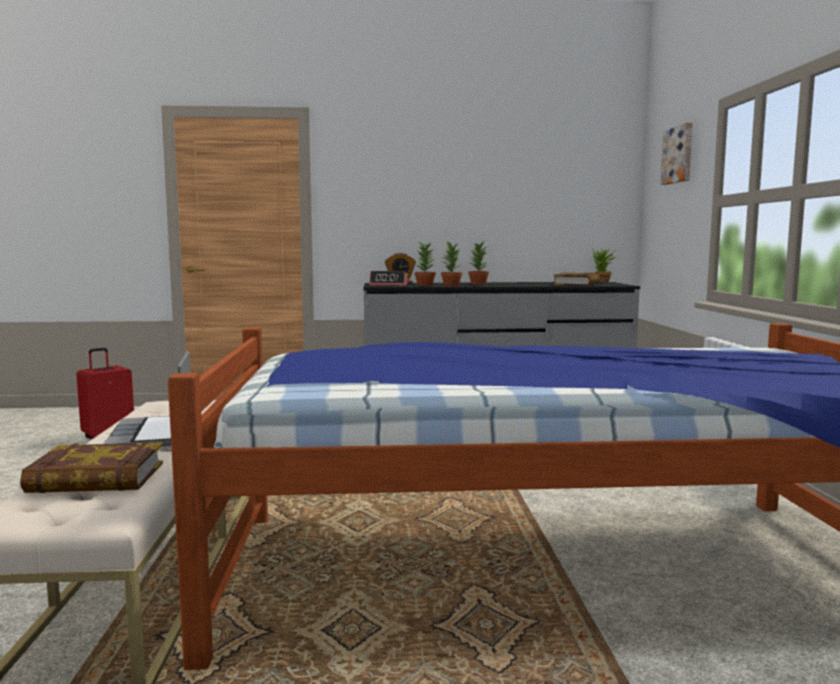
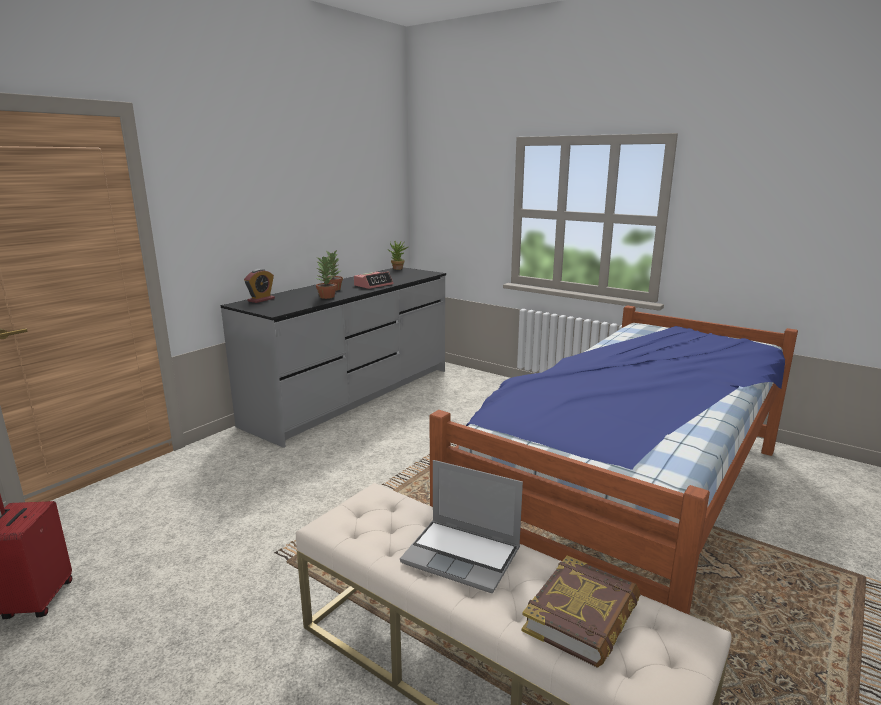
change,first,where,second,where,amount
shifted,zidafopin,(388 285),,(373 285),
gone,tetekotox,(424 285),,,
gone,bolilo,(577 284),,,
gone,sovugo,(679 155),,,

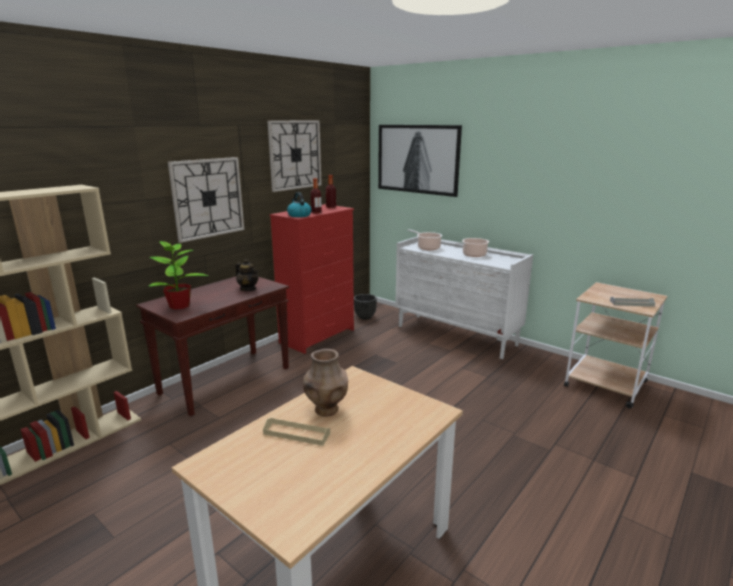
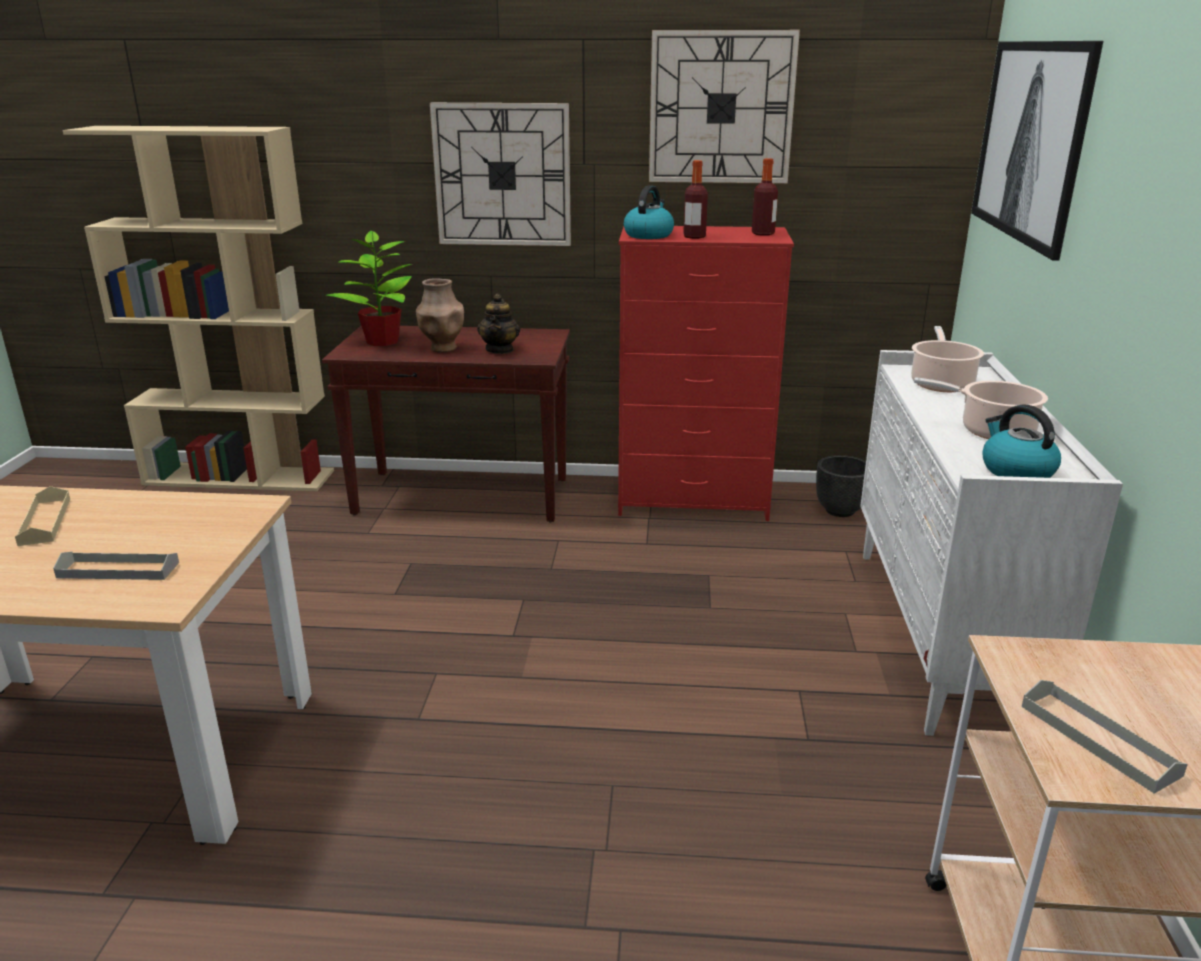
change,first,where,second,where,amount
new,,,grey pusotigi,(118 570),
shifted,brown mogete,(326 410),,(442 349),
new,,,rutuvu,(1016 470),

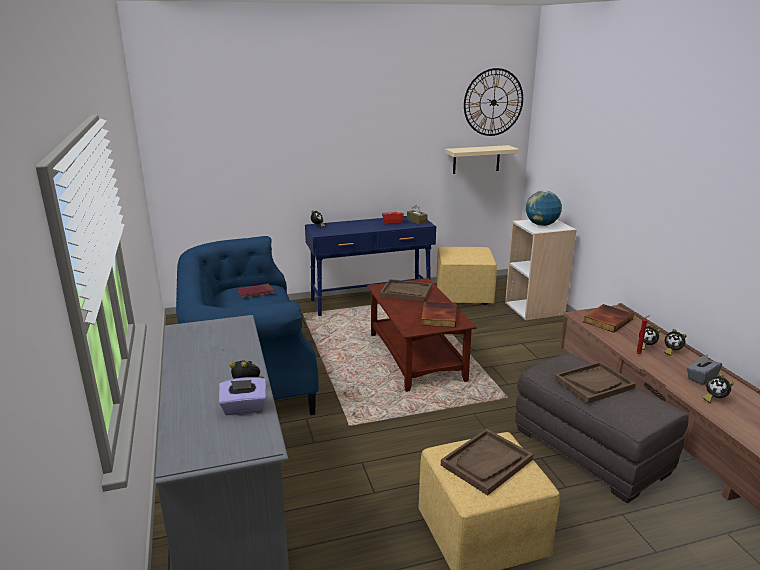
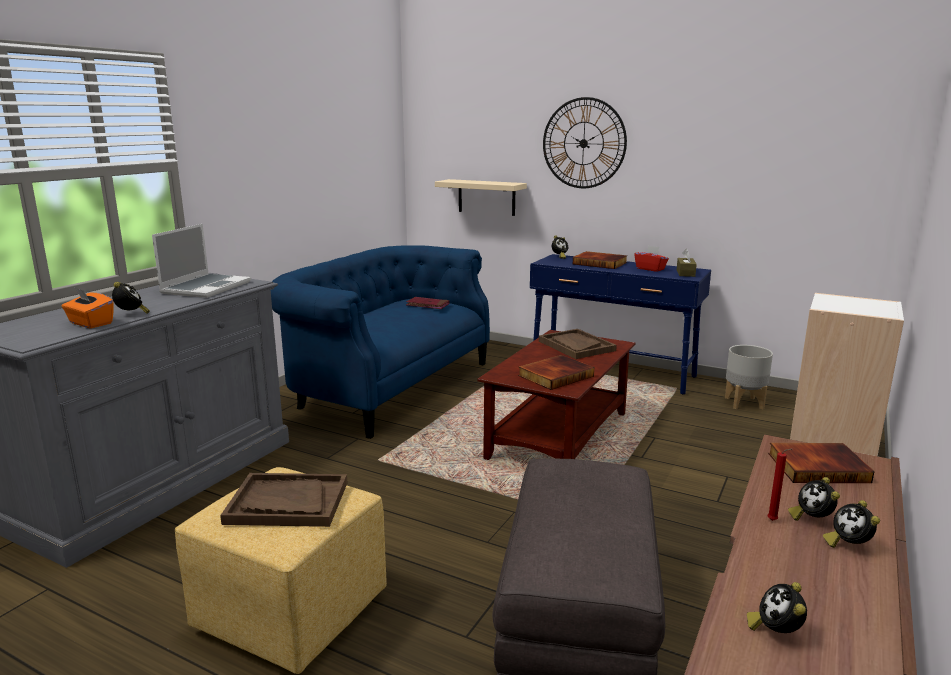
change,first,where,second,where,amount
repainted,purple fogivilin,(244 408),orange fogivilin,(90 323),
new,,,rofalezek,(206 287),
shifted,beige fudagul,(476 159),,(486 197),
shifted,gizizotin,(493 102),,(583 143),
new,,,bolilo,(600 263),
swapped,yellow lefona,(464 296),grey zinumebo,(744 403),
gone,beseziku,(541 225),,,
gone,brown pusotigi,(594 383),,,
gone,grey fogivilin,(701 378),,,

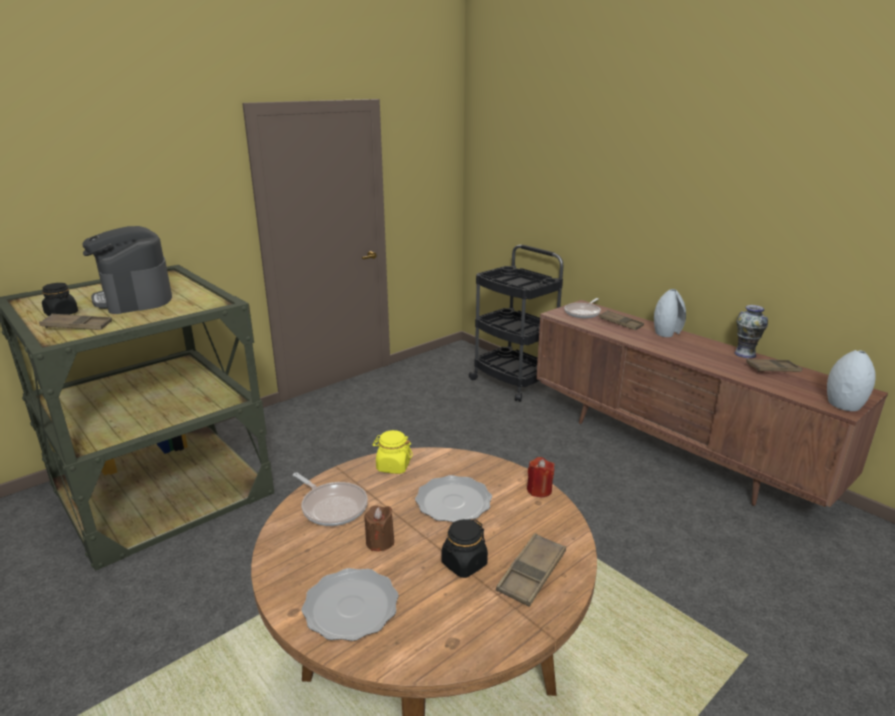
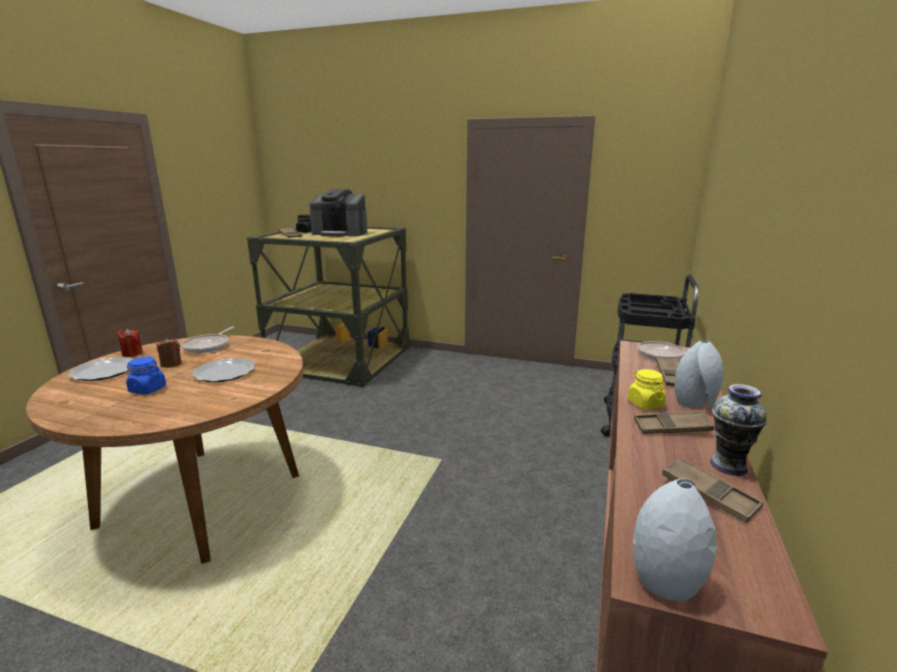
change,first,where,second,where,amount
shifted,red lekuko,(539 490),,(132 353),
repainted,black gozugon,(464 564),blue gozugon,(147 389),
rotated,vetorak,(134 298),,(340 233),105 degrees counterclockwise
shifted,yellow gozugon,(393 466),,(645 403),
shifted,brown pusotigi,(531 574),,(671 428),

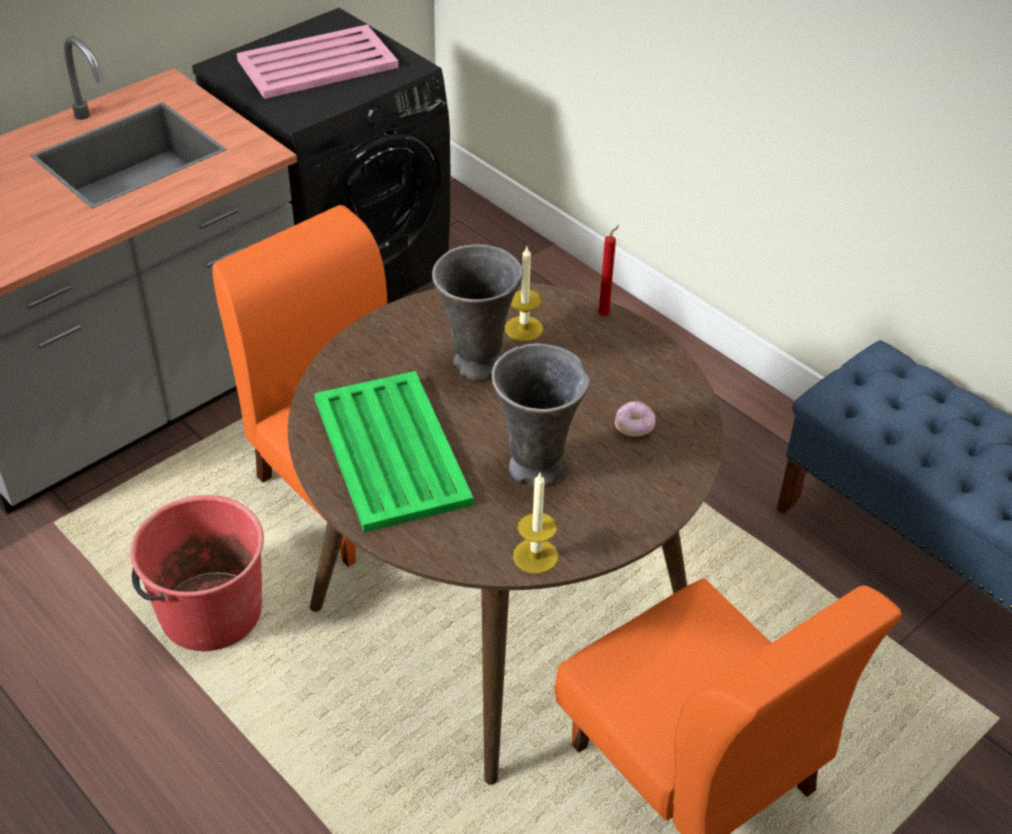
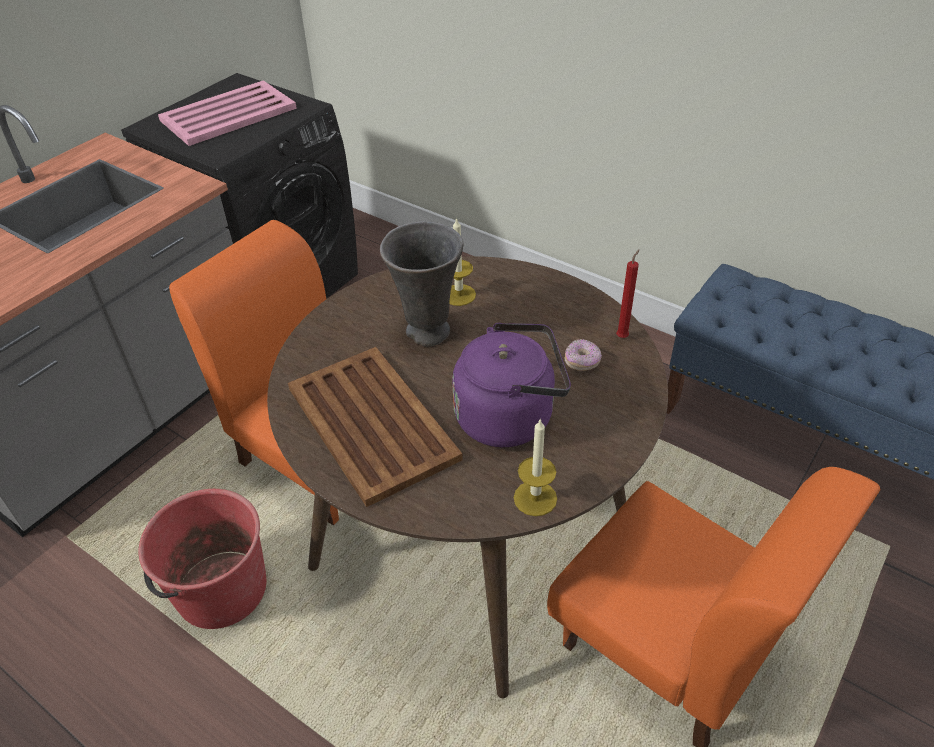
change,first,where,second,where,amount
repainted,green pusotigi,(391 449),brown pusotigi,(371 422),
swapped,grey mogete,(536 470),purple rutuvu,(510 416),
shifted,red lekuko,(605 315),,(623 336),

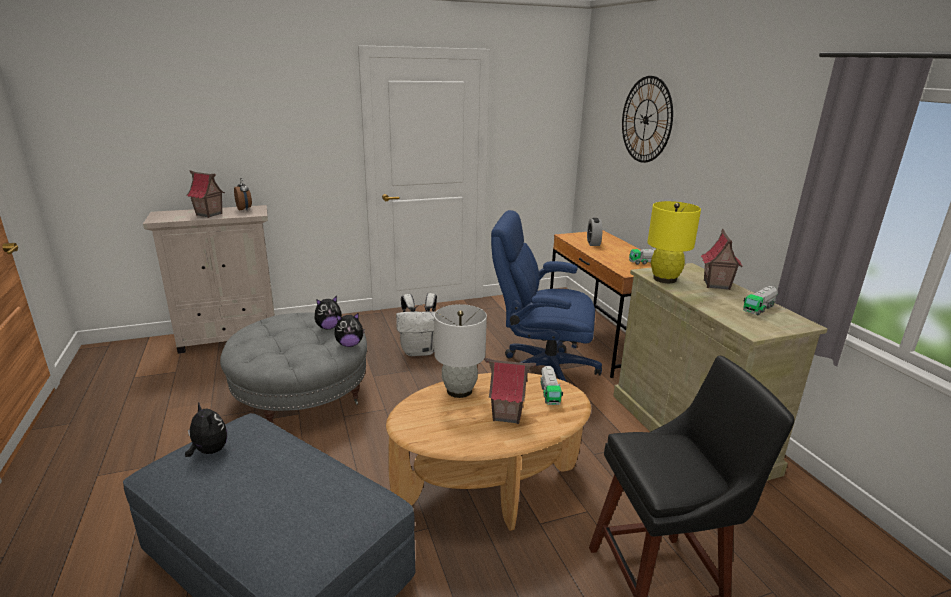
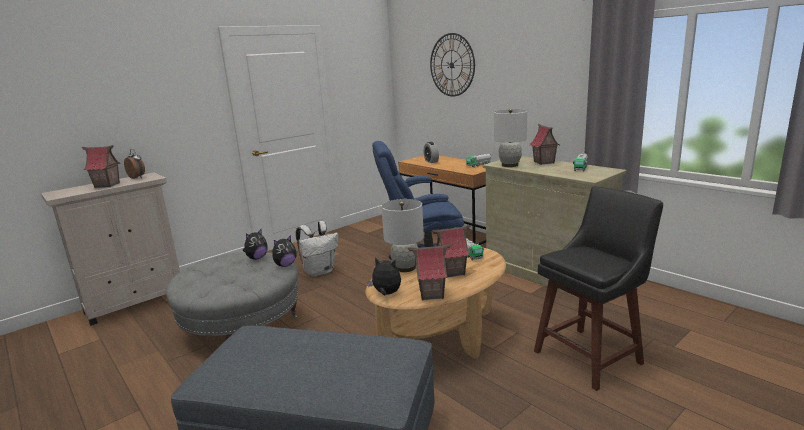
change,first,where,second,where,amount
shifted,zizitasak,(209 451),,(386 294),
new,,,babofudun,(431 294),
repainted,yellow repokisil,(664 279),white repokisil,(510 165),

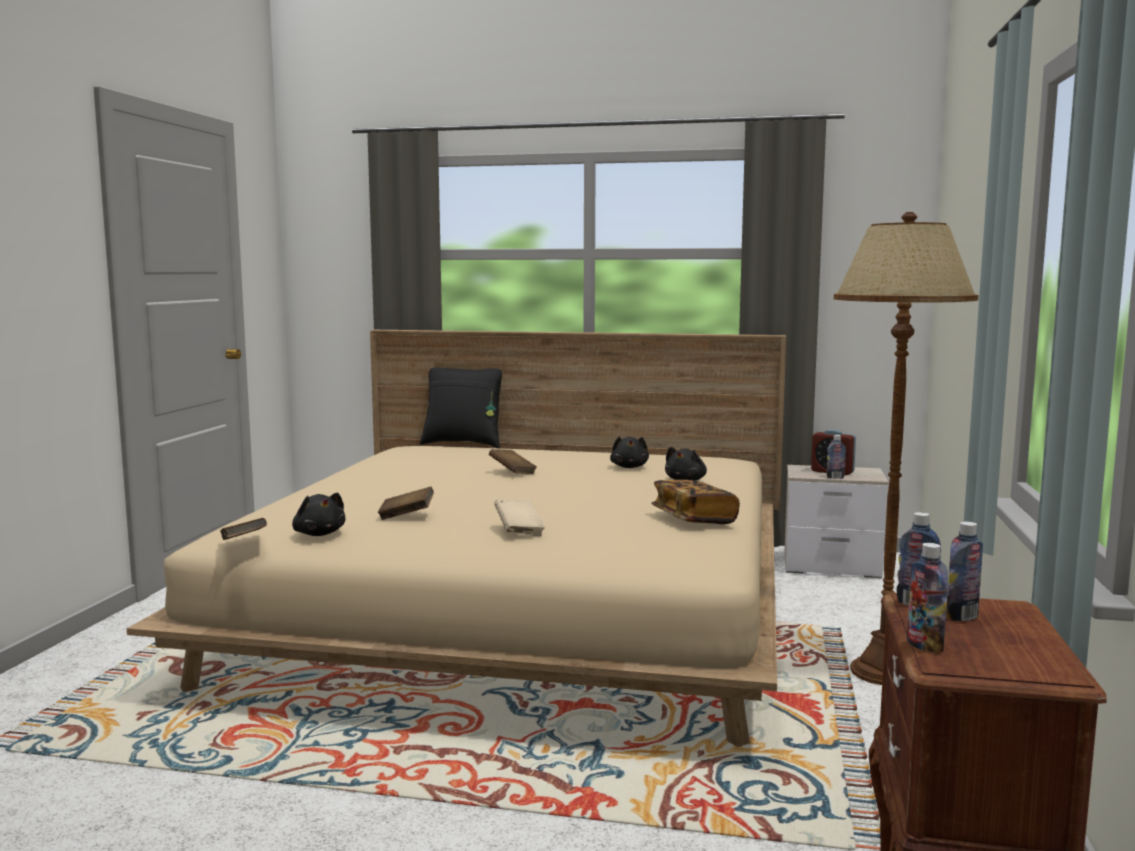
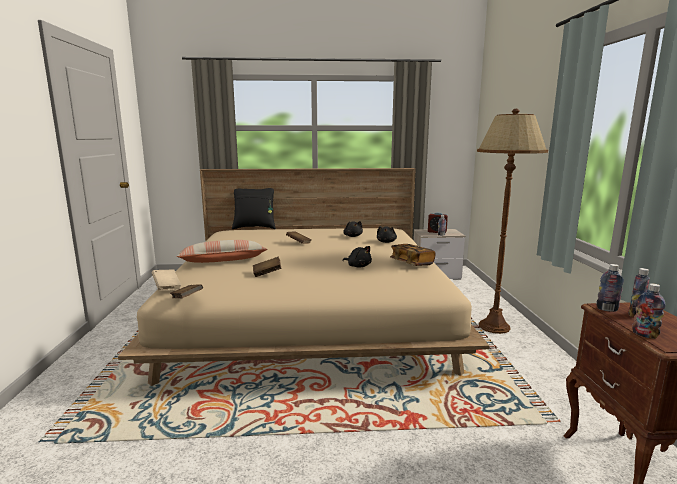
change,first,where,second,where,amount
shifted,beige bolilo,(519 531),,(167 287),
new,,,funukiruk,(223 261),
shifted,black zizitasak,(319 534),,(358 266),

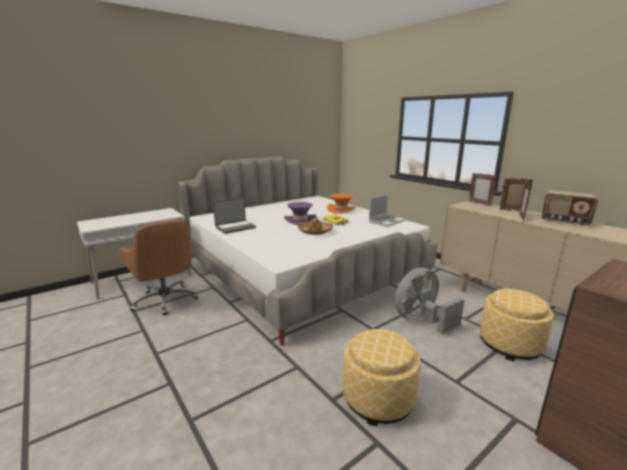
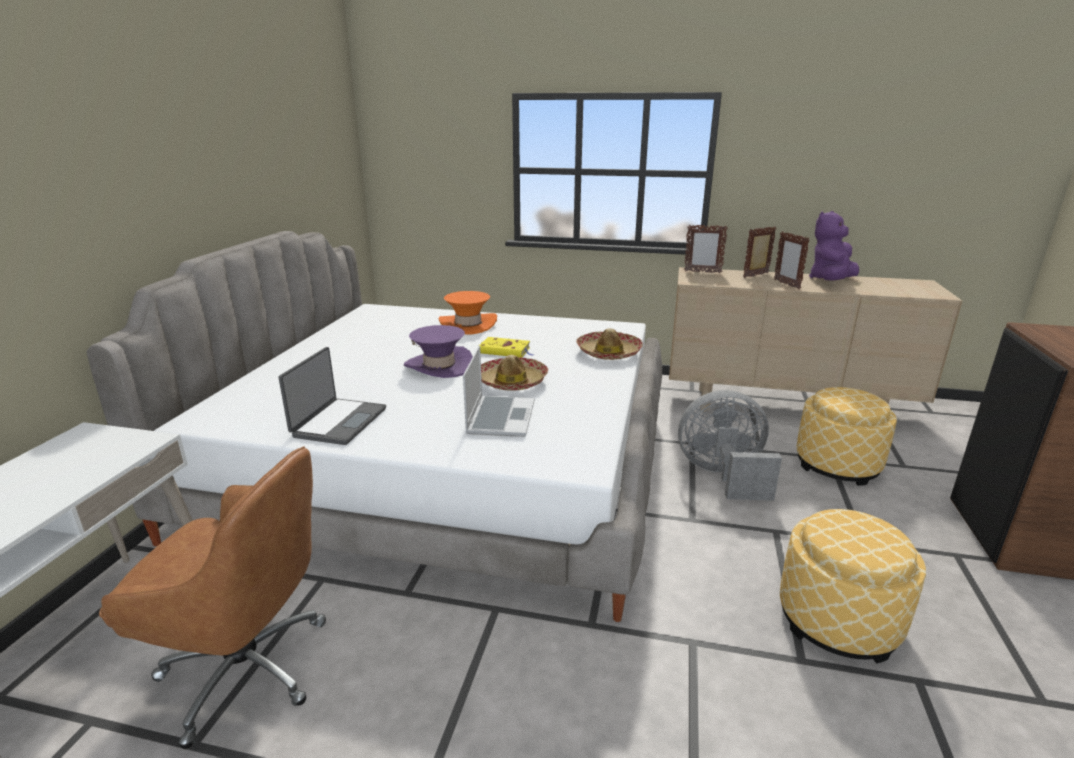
change,first,where,second,where,amount
shifted,rofalezek,(386 221),,(500 417),
new,,,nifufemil,(608 353),
rotated,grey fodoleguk,(421 320),,(723 476),75 degrees clockwise
swapped,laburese,(564 221),purple zizitasak,(831 281),

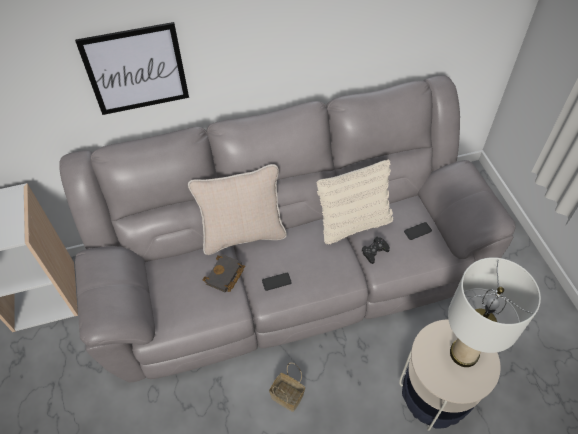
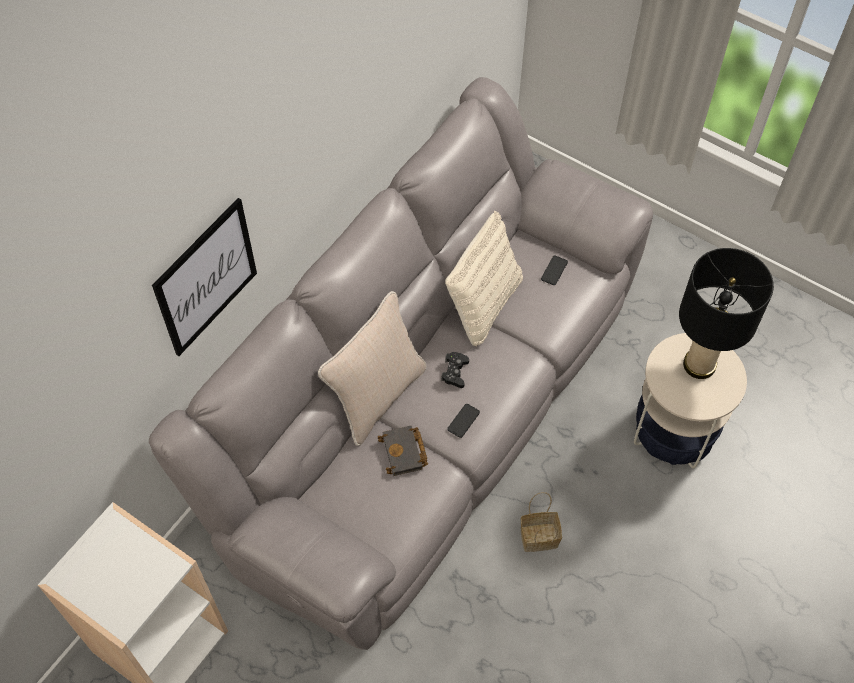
change,first,where,second,where,amount
shifted,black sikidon,(374 251),,(455 372),
repainted,white repokisil,(464 354),black repokisil,(699 365),

